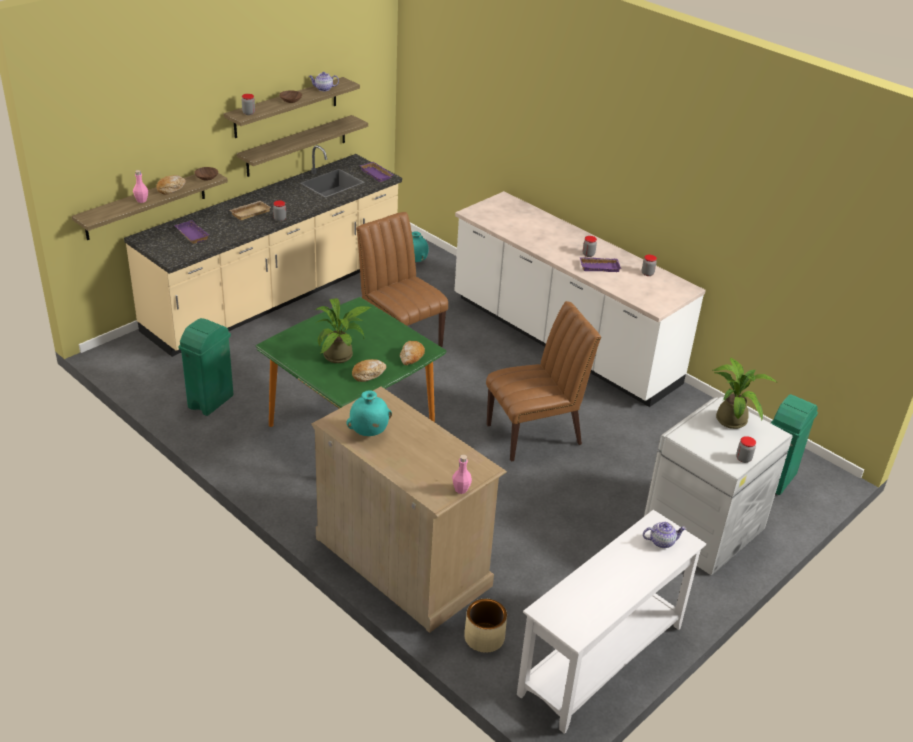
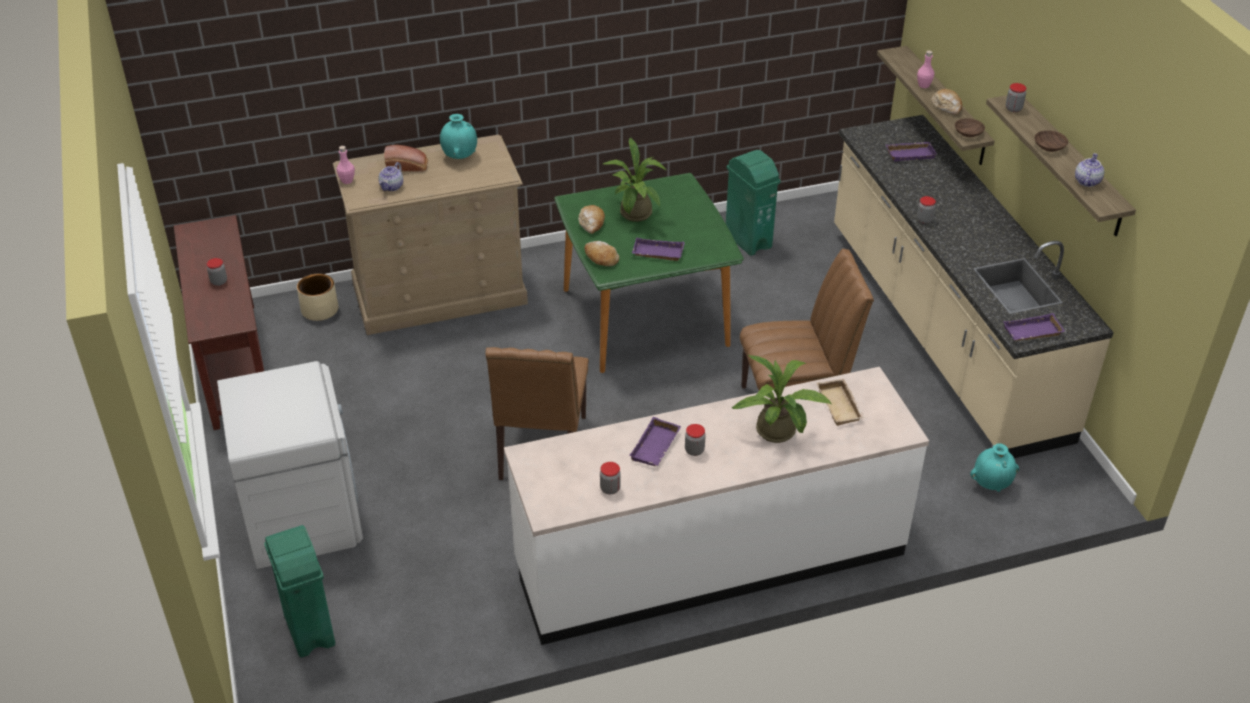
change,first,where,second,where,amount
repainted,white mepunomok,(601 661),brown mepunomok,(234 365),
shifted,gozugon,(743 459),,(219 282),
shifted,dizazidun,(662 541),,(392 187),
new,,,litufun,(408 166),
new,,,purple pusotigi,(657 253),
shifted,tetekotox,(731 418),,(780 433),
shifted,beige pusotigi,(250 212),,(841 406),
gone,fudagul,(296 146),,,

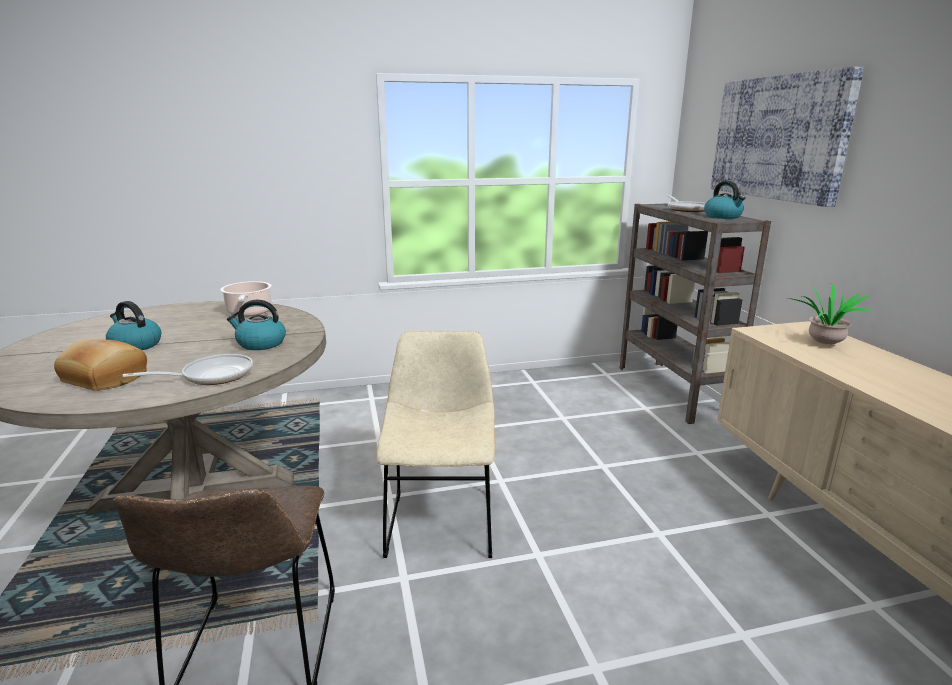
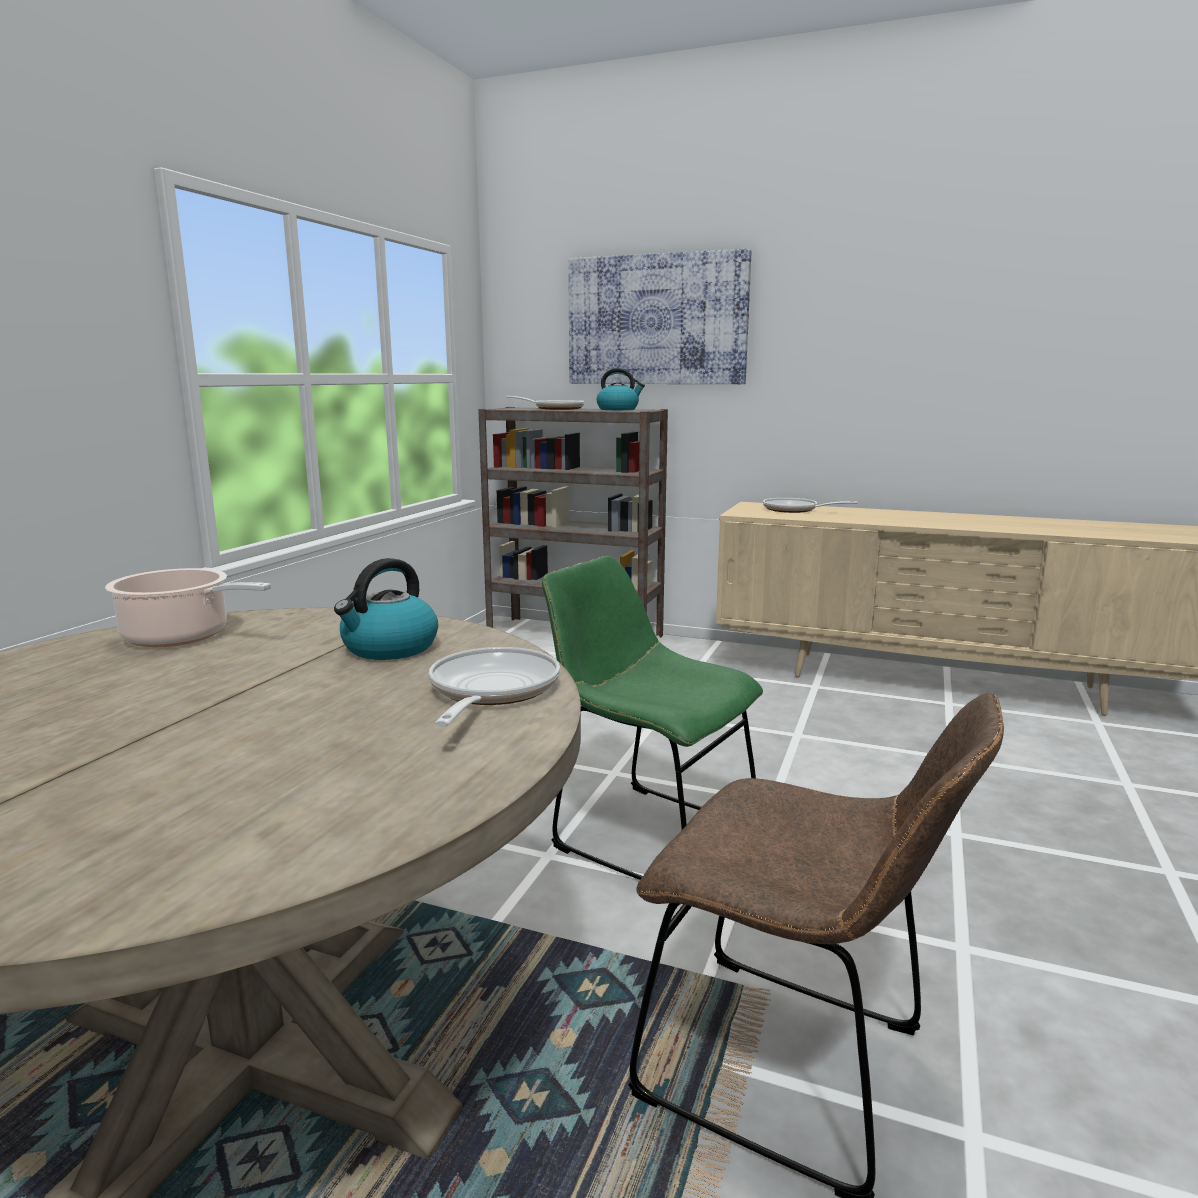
change,first,where,second,where,amount
repainted,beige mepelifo,(441 519),green mepelifo,(647 834),
swapped,tetekotox,(824 343),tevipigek,(794 510),
gone,litufun,(103 379),,,
gone,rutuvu,(135 345),,,

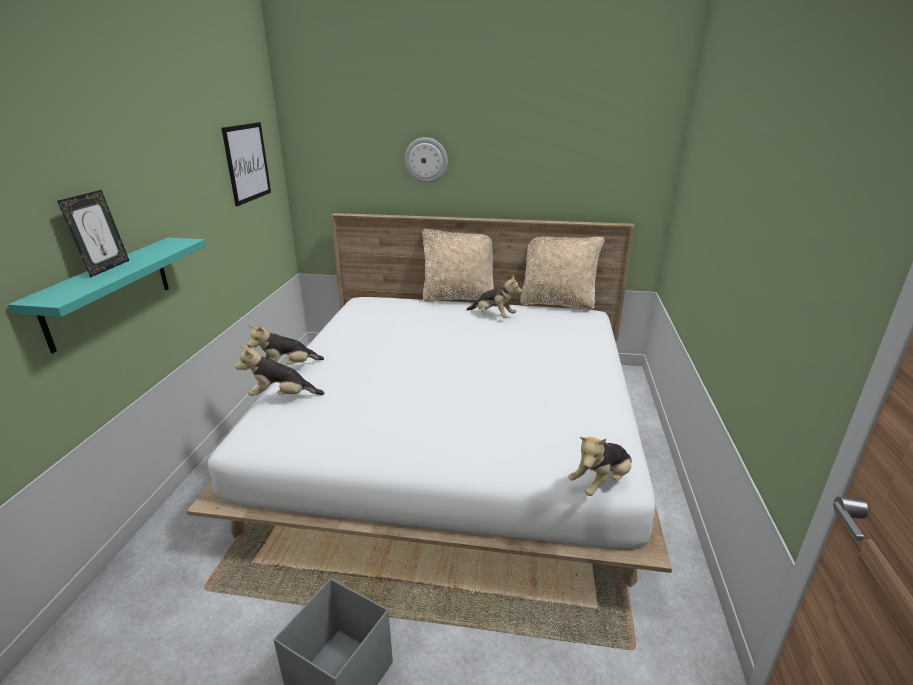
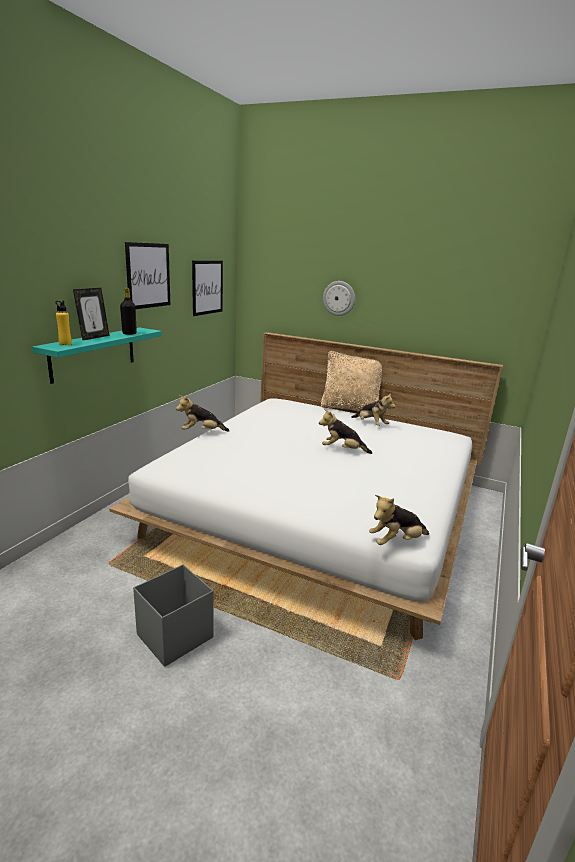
change,first,where,second,where,amount
new,,,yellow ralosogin,(65 344),
new,,,black ralosogin,(129 333),
new,,,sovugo,(148 275),
shifted,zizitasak,(282 396),,(342 450),
gone,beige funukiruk,(557 305),,,

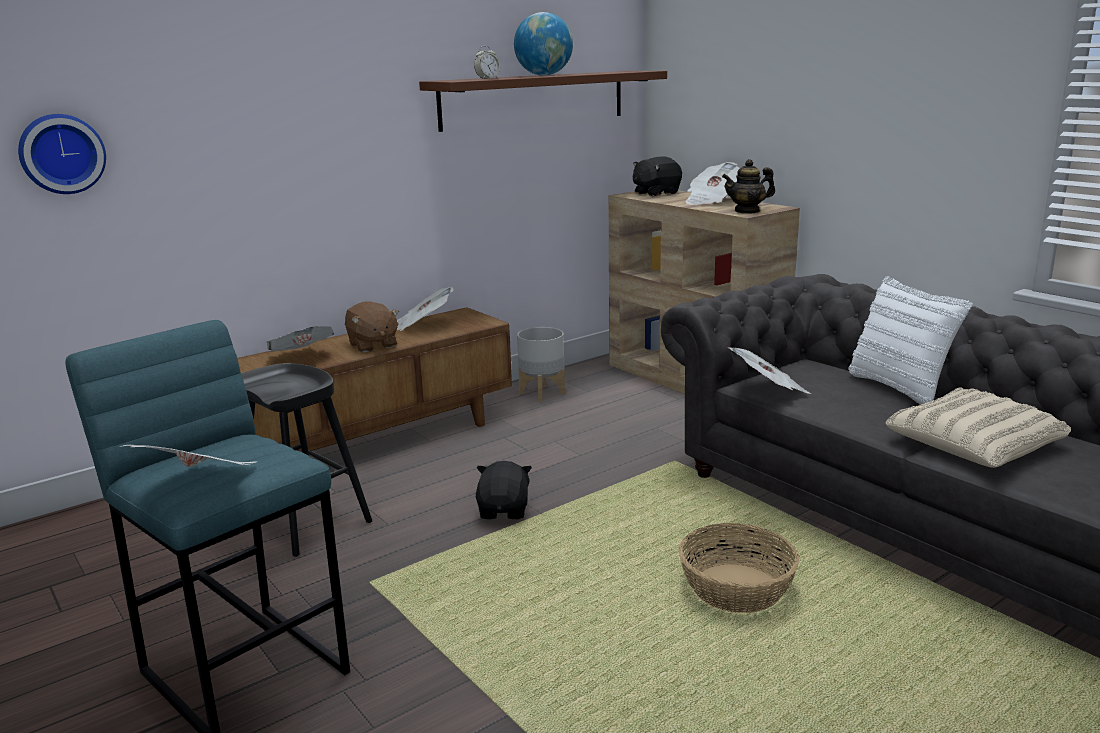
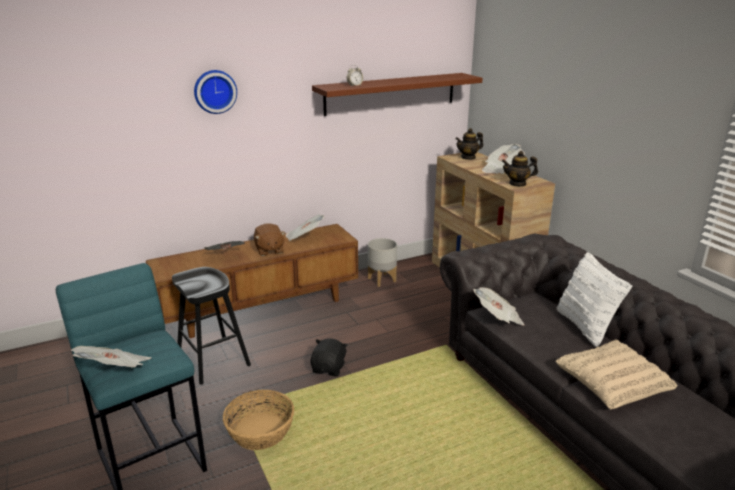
change,first,where,second,where,amount
shifted,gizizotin,(61 153),,(215 91),
shifted,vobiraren,(737 589),,(261 432),
swapped,black zizitasak,(655 193),dizazidun,(468 157),
gone,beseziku,(544 75),,,

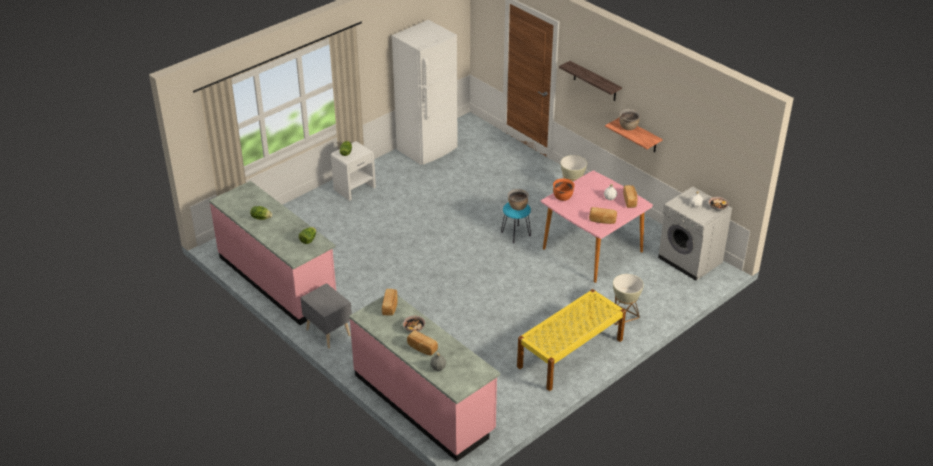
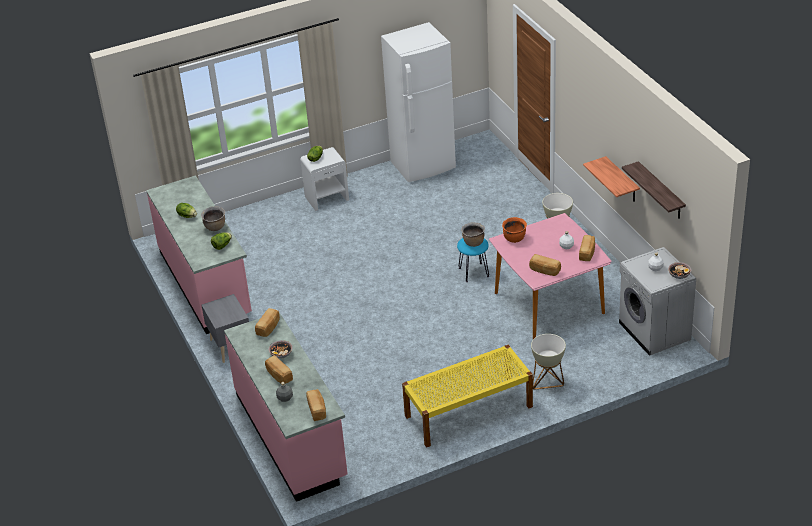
change,first,where,second,where,amount
shifted,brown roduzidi,(628 127),,(215 227),
new,,,litufun,(317 410),
shifted,fudagul,(595 81),,(661 191),

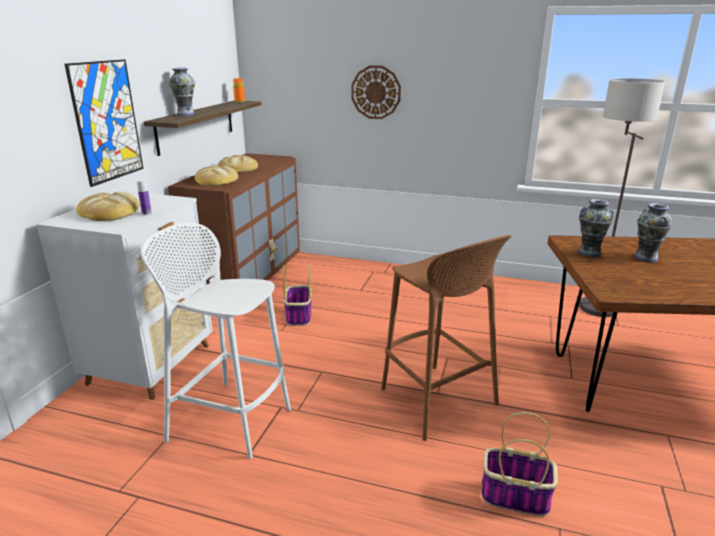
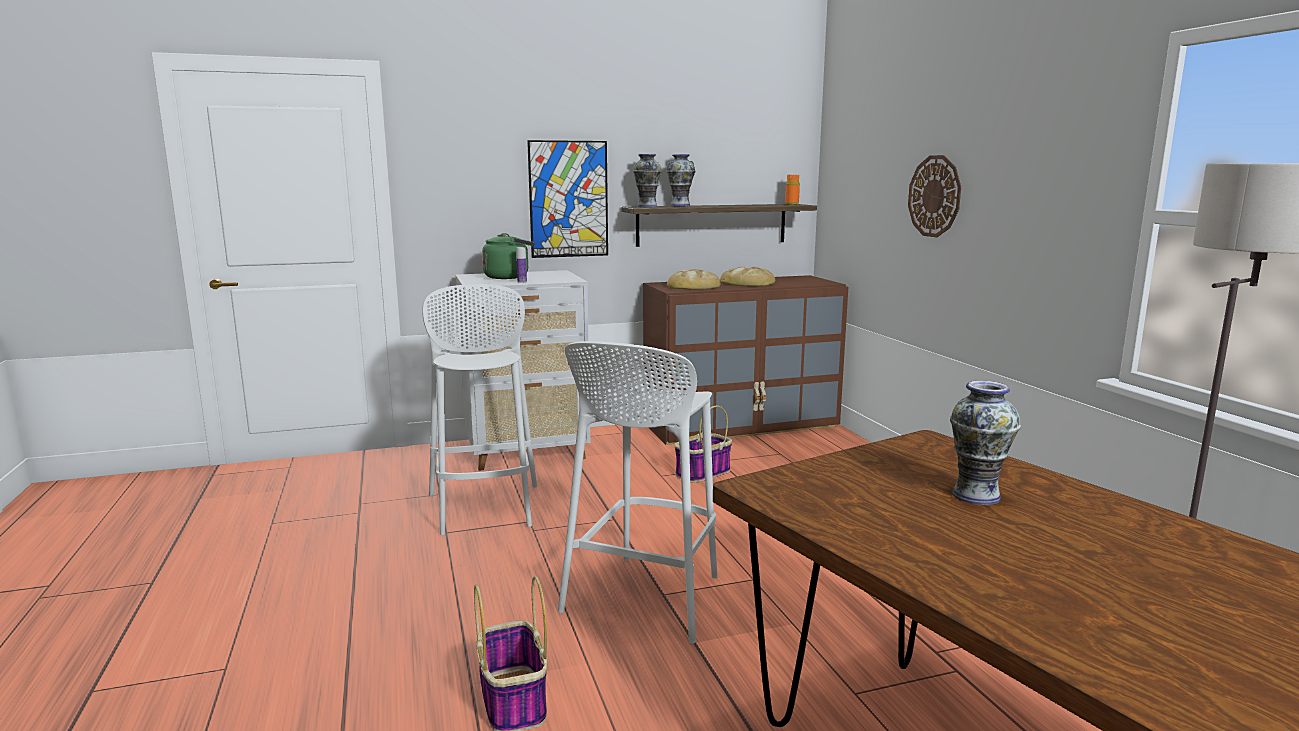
change,first,where,second,where,amount
swapped,litufun,(109 211),green rutuvu,(509 277),
repainted,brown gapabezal,(436 400),white gapabezal,(646 598),
shifted,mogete,(589 253),,(646 207),

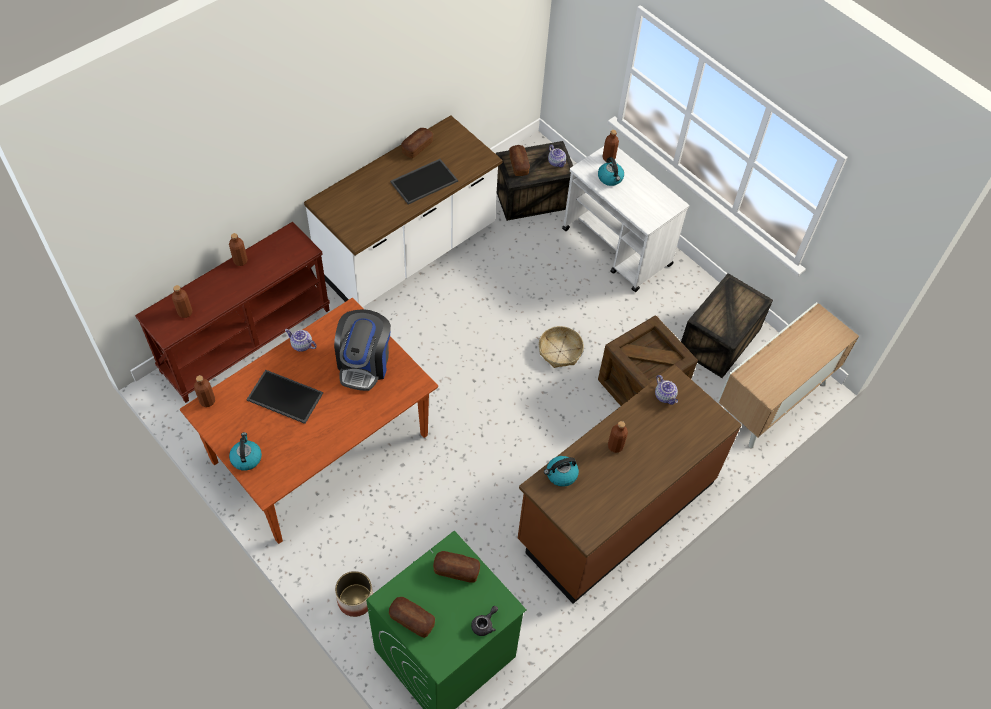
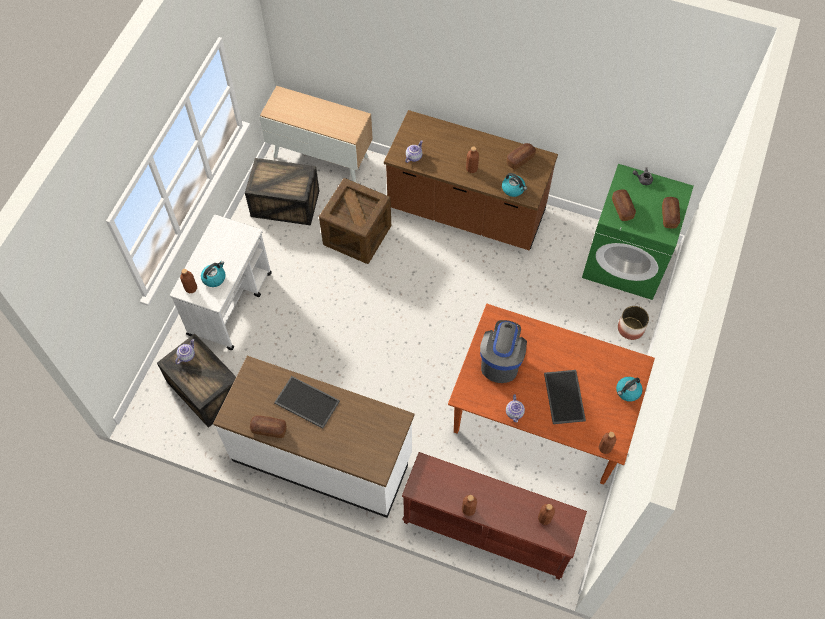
change,first,where,second,where,amount
rotated,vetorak,(364 363),,(501 360),60 degrees counterclockwise
shifted,litufun,(518 165),,(520 159),
gone,vobiraren,(560 351),,,

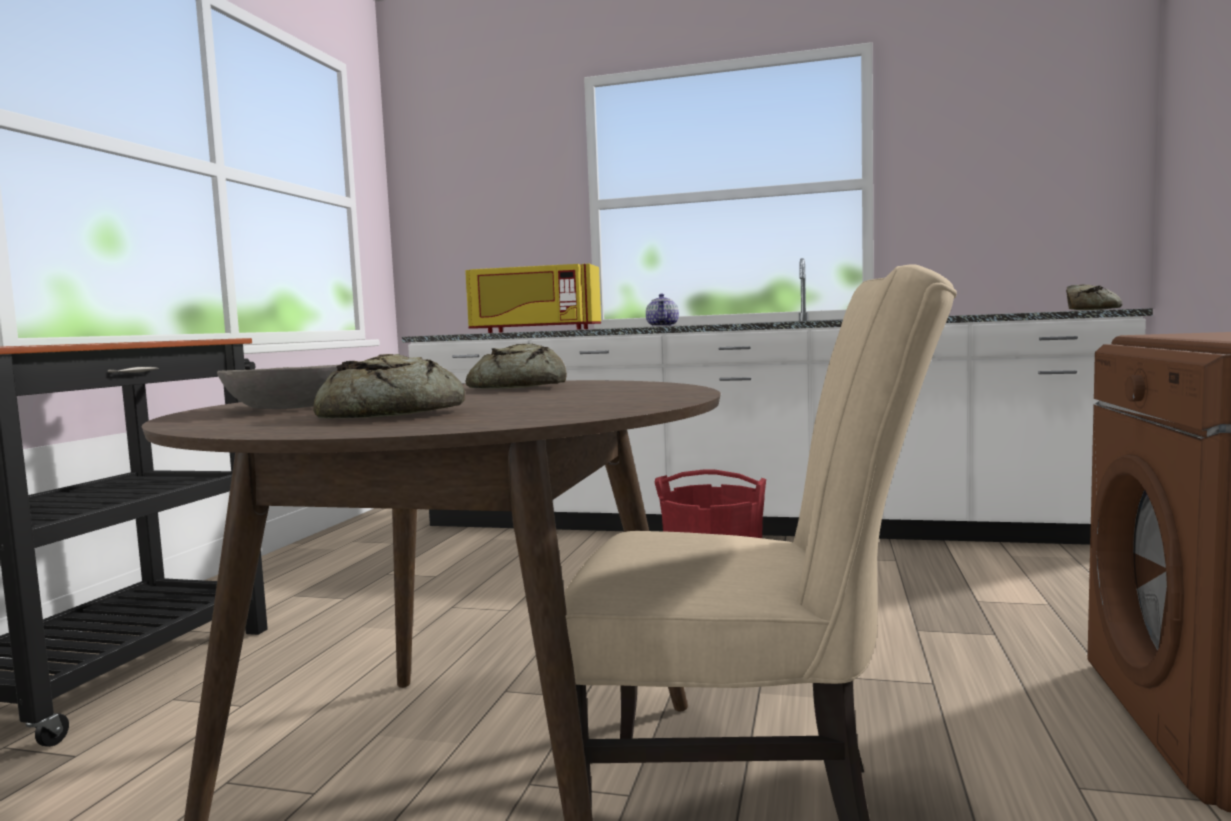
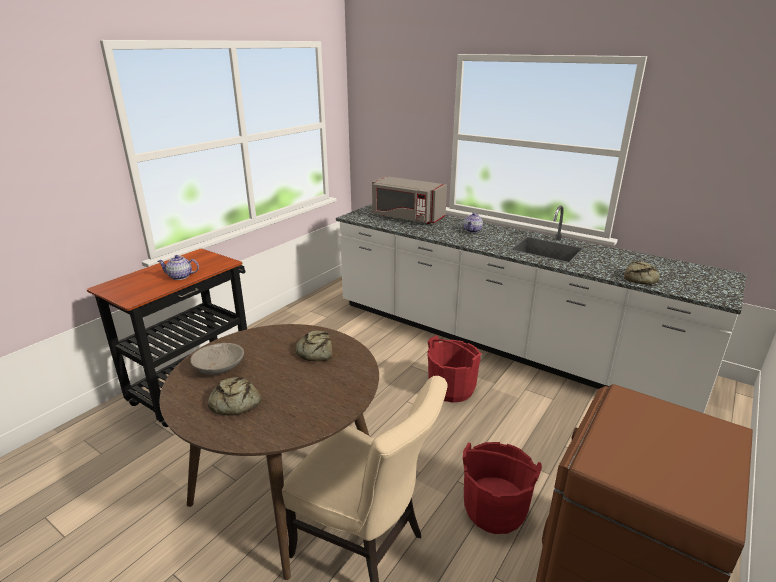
change,first,where,second,where,amount
new,,,dizazidun,(180 276),
repainted,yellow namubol,(534 331),grey namubol,(407 217),
new,,,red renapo,(494 509),
shifted,litufun,(1089 310),,(641 278),

